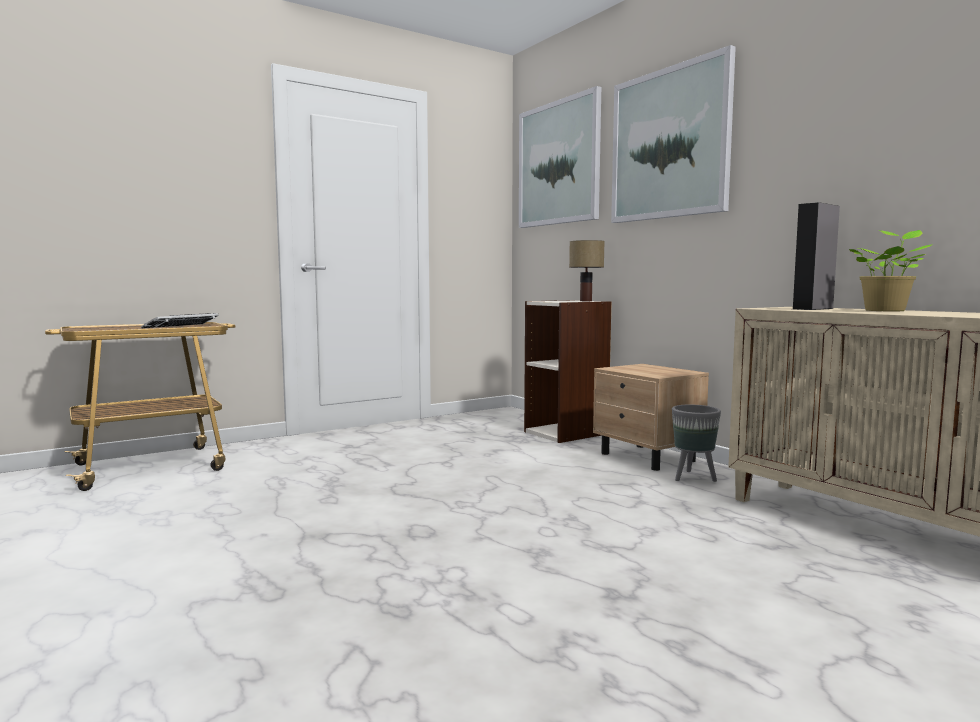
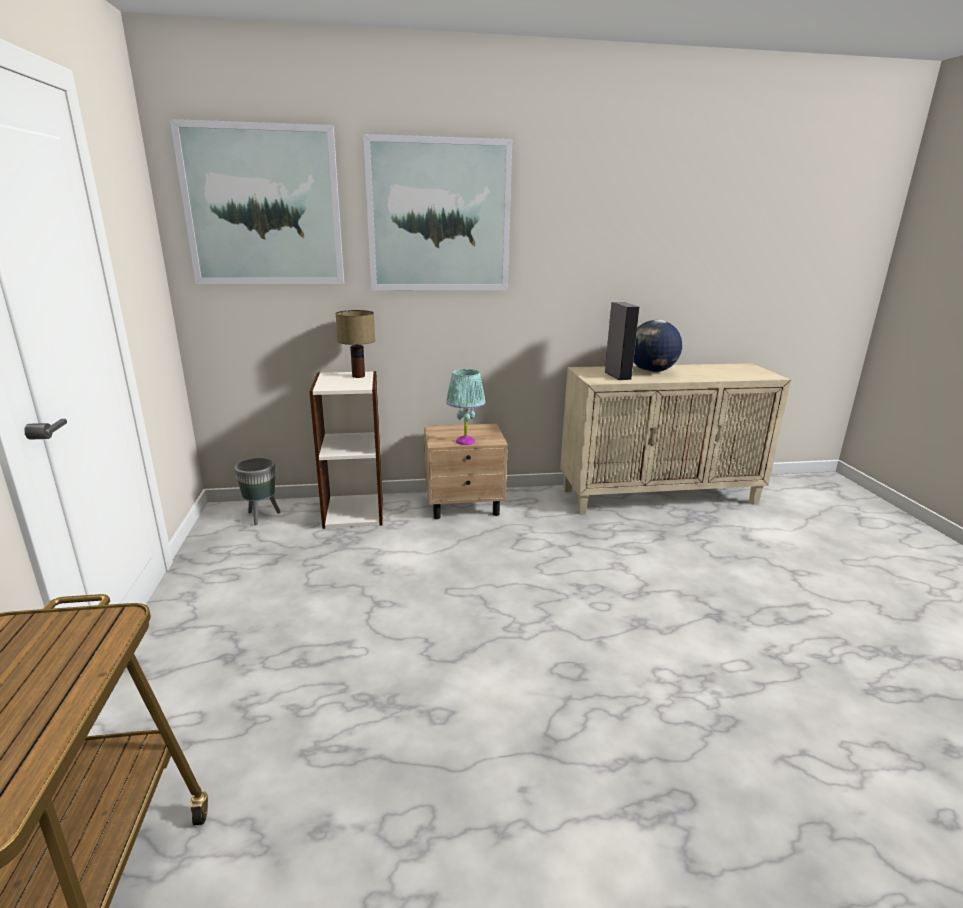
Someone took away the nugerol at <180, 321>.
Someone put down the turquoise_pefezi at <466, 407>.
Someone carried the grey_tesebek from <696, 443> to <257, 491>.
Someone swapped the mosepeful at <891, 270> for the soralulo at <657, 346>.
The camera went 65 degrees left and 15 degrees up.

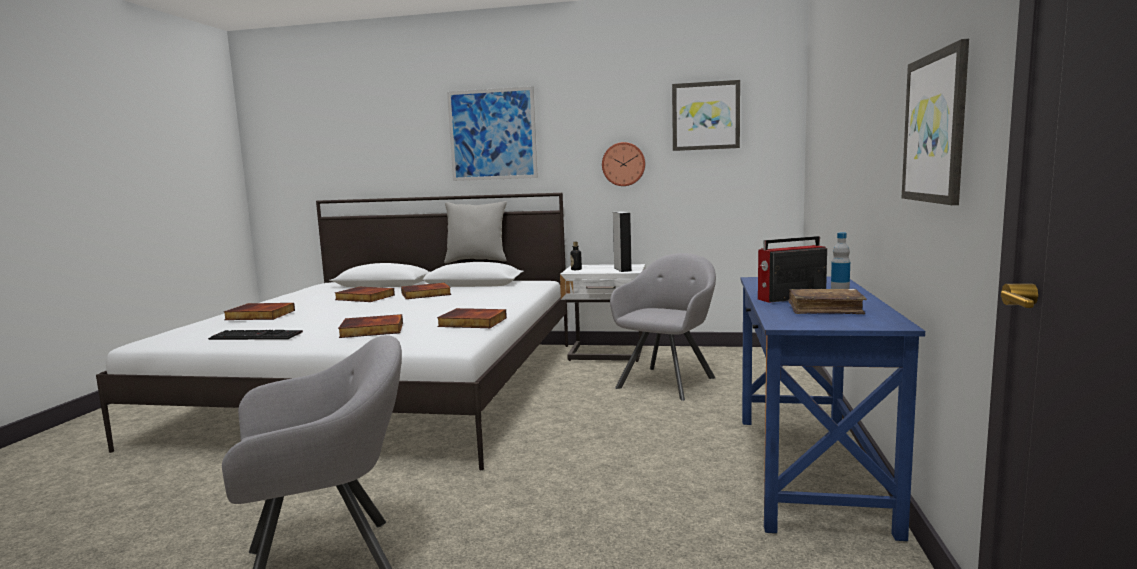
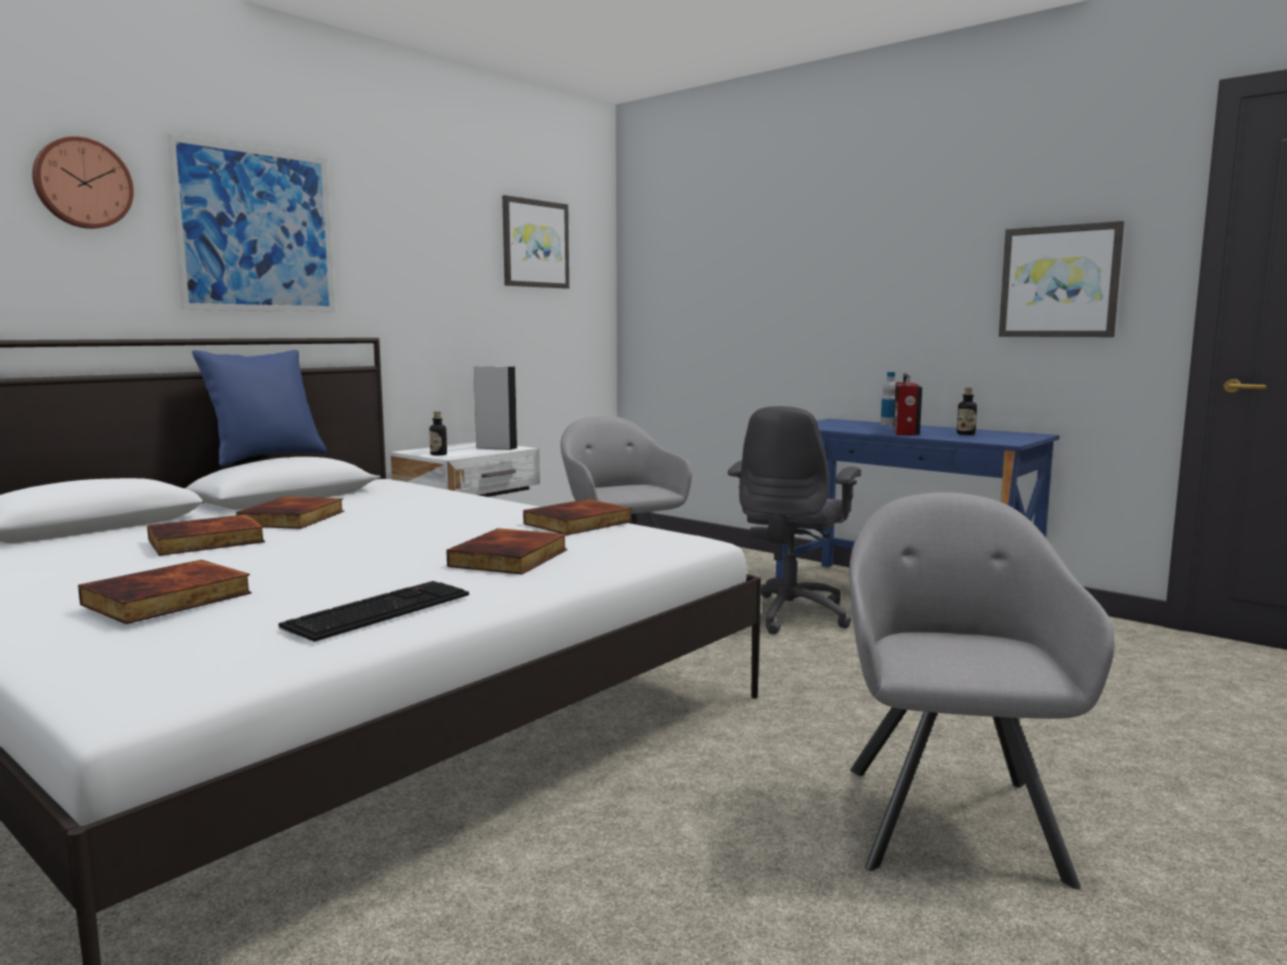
Someone put down the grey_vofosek at <794, 520>.
Someone carried the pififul from <623, 164> to <83, 182>.
Someone swapped the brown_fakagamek at <827, 301> for the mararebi at <967, 411>.
Someone repainted the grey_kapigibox at <475, 232>, which became the blue_kapigibox at <259, 408>.
The camera went 60 degrees left and 0 degrees up.

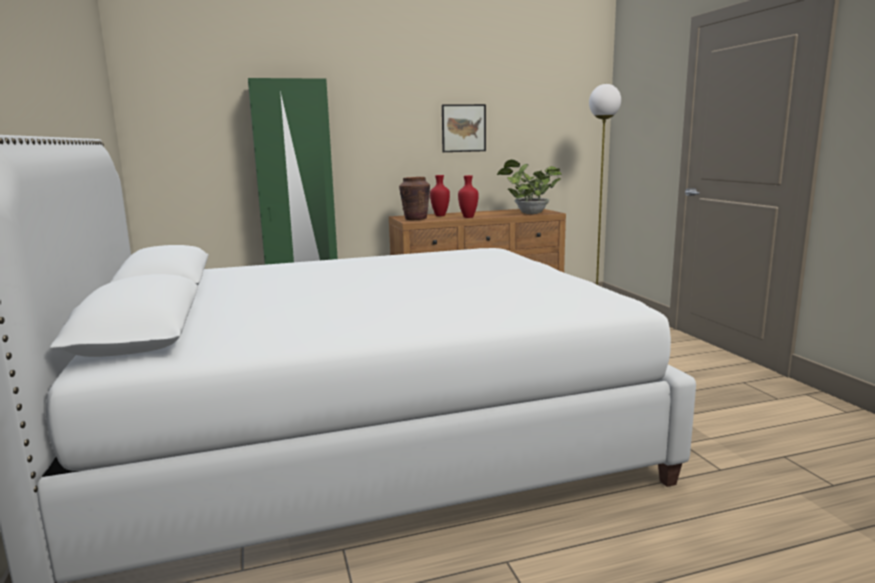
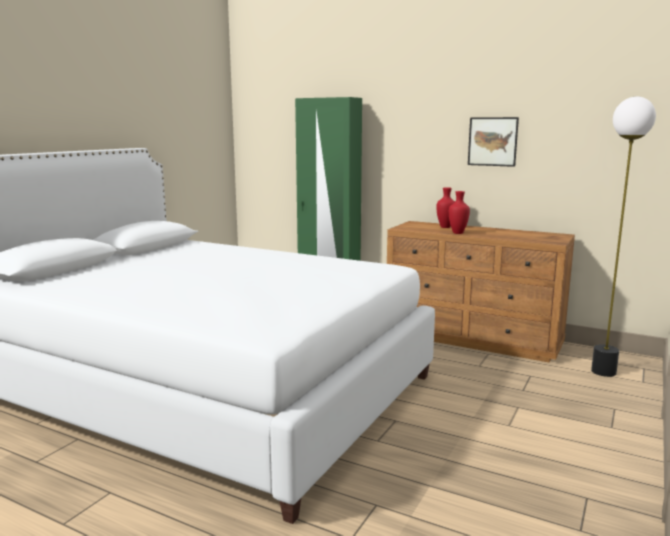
Someone took away the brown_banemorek at <414, 198>.
Someone took away the mosepeful at <529, 187>.
The camera went 45 degrees right and 0 degrees up.

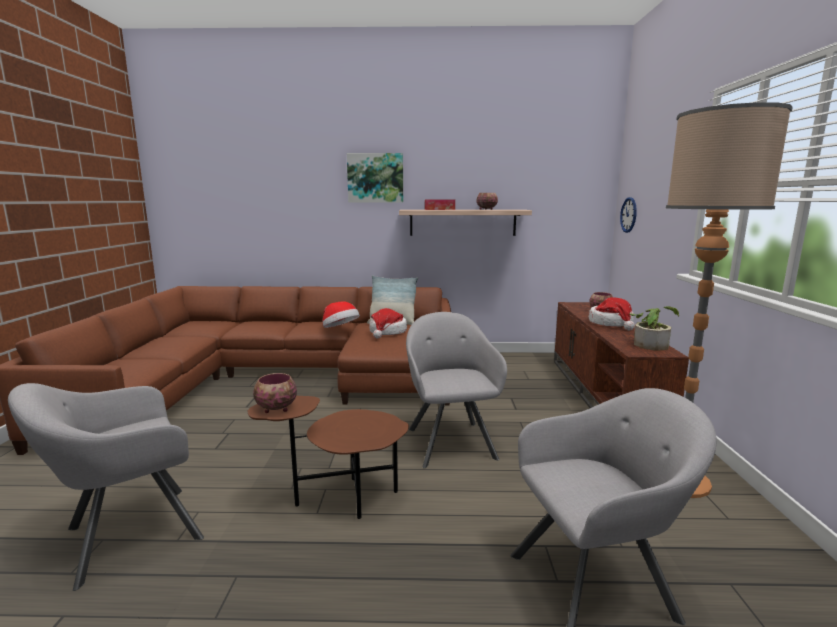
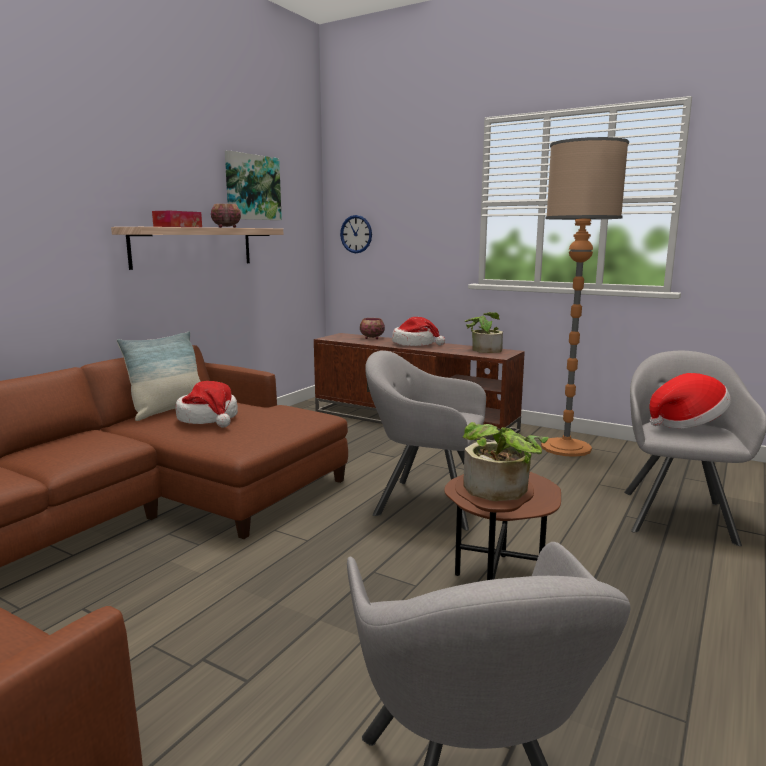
Someone carried the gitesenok from <341, 314> to <690, 401>.
Someone carried the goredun from <375, 178> to <253, 185>.
Someone swapped the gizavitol at <275, 393> for the mosepeful at <506, 461>.
The camera went 60 degrees left and 0 degrees up.

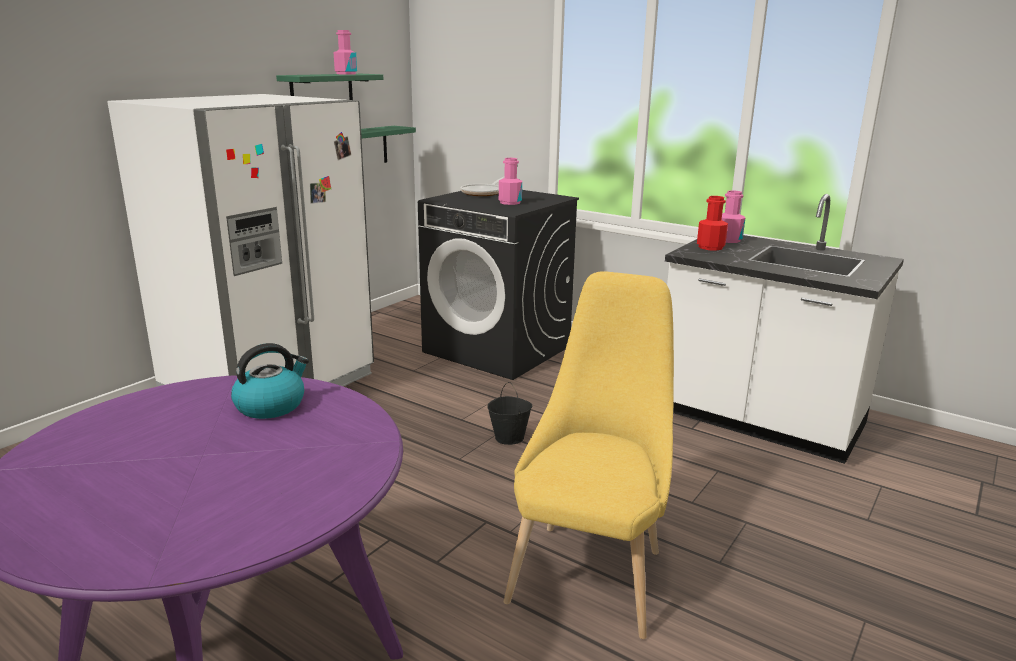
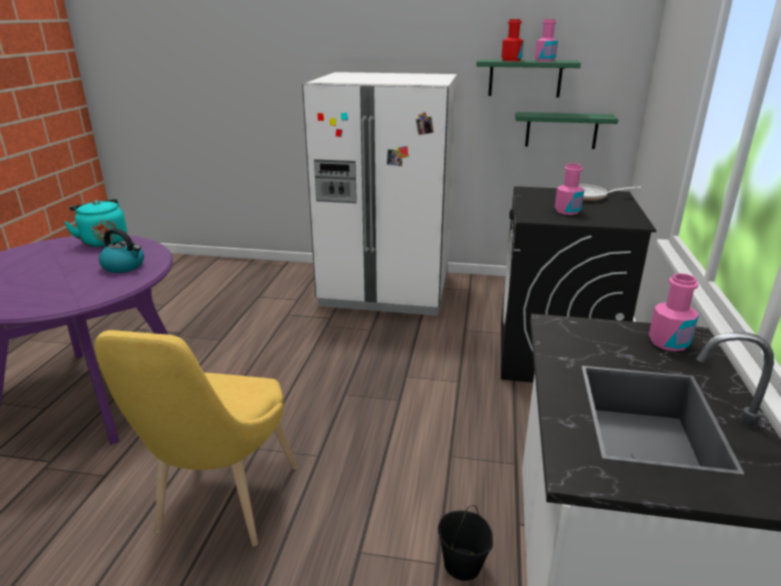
Someone put down the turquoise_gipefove at <95, 223>.
Someone carried the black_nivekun from <509, 413> to <465, 543>.
Someone carried the red_mararebi from <712, 223> to <512, 40>.
Someone rotated the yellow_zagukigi at <589, 455> by 105 degrees clockwise.
The camera went 65 degrees right and 5 degrees up.

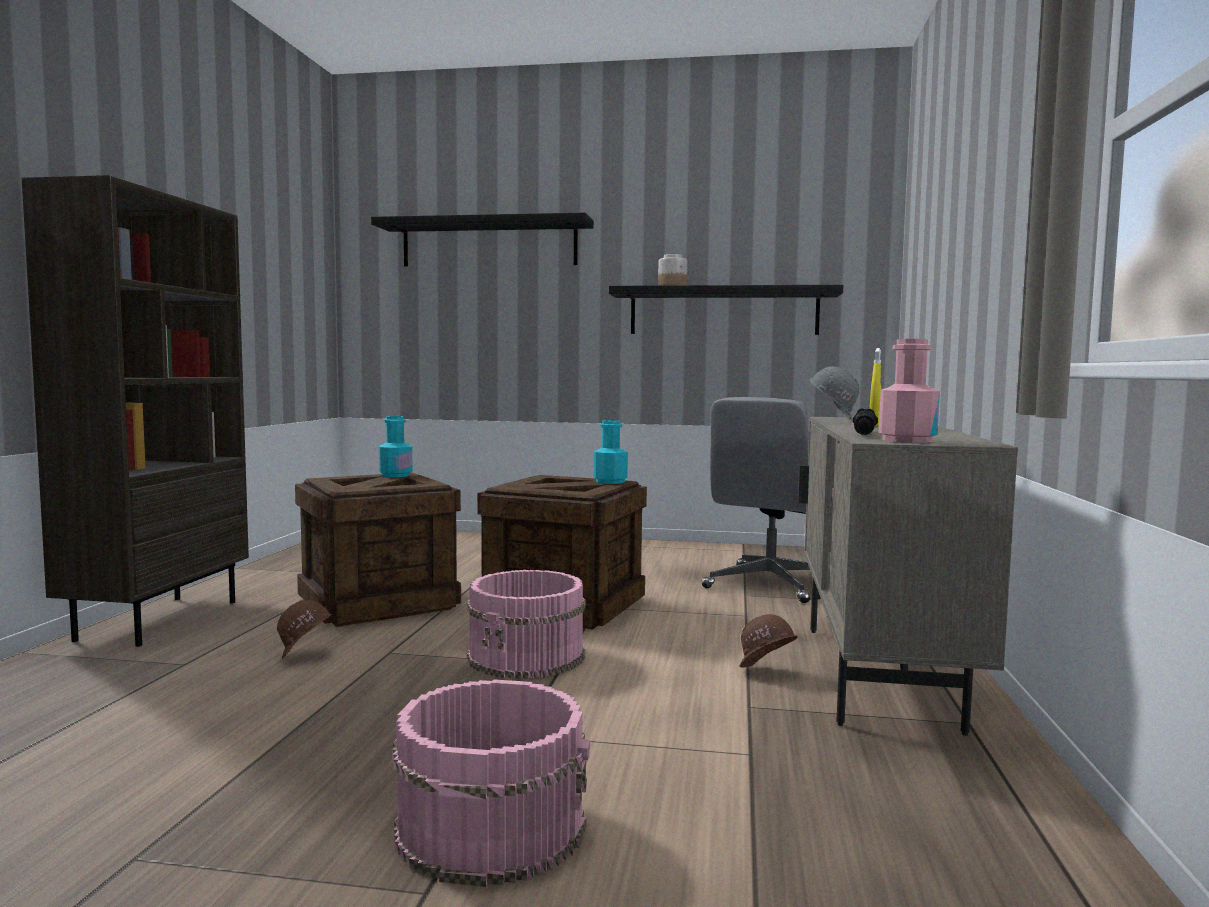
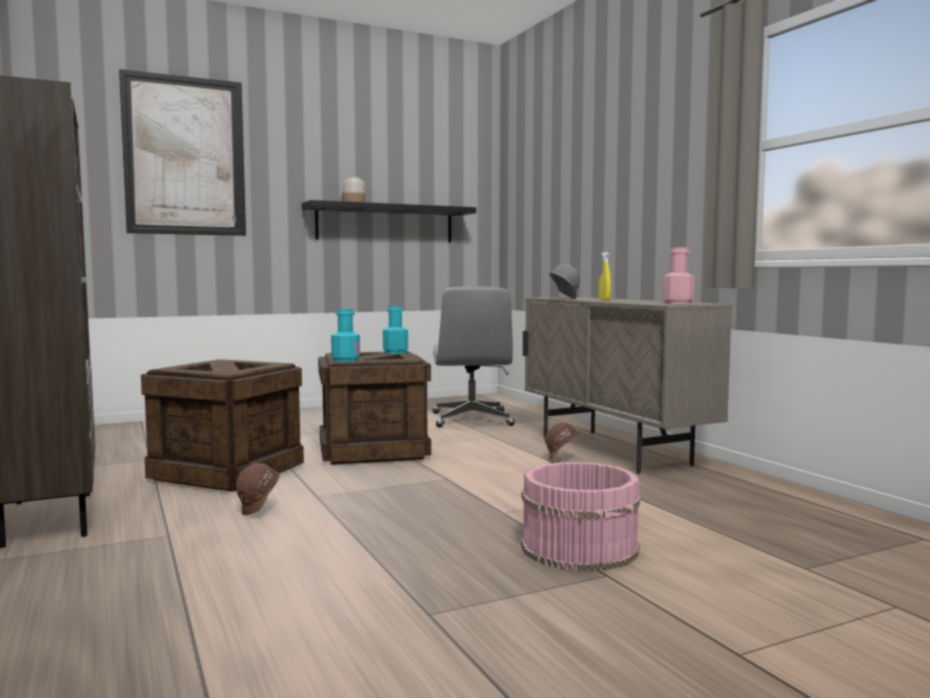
Someone took away the pink_nivekun at <526, 624>.
Someone took away the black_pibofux at <865, 421>.
Someone carried the turquoise_mararebi from <396, 446> to <345, 335>.
Someone swapped the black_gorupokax at <482, 240> for the goredun at <182, 152>.
The camera went 35 degrees left and 0 degrees up.

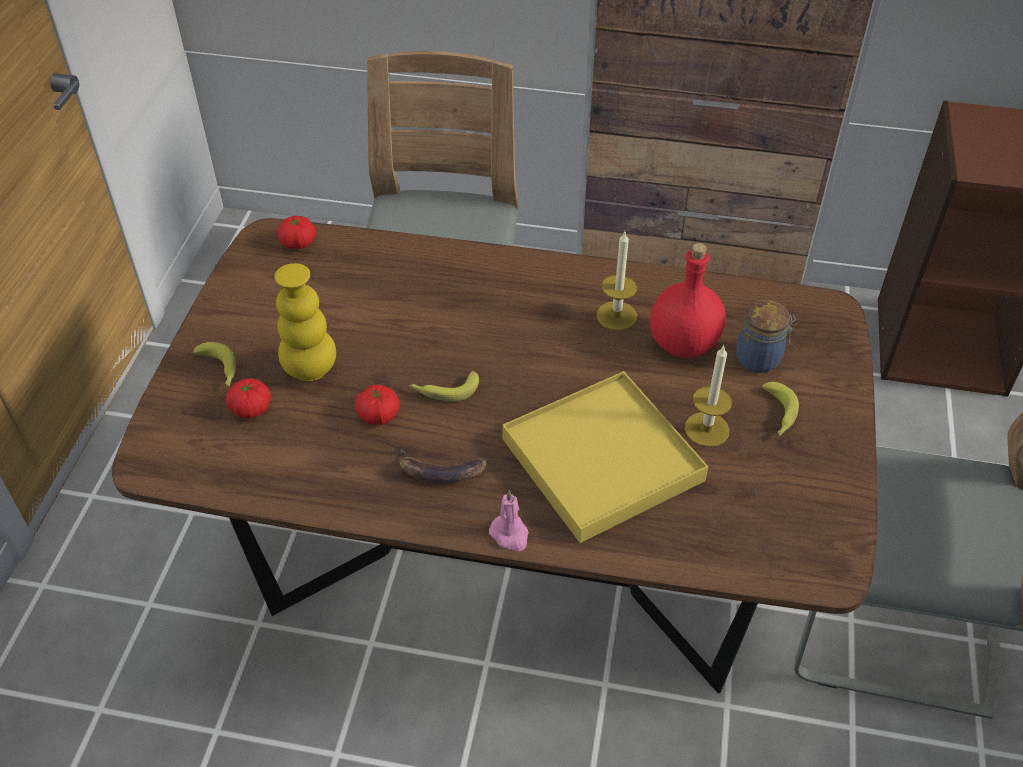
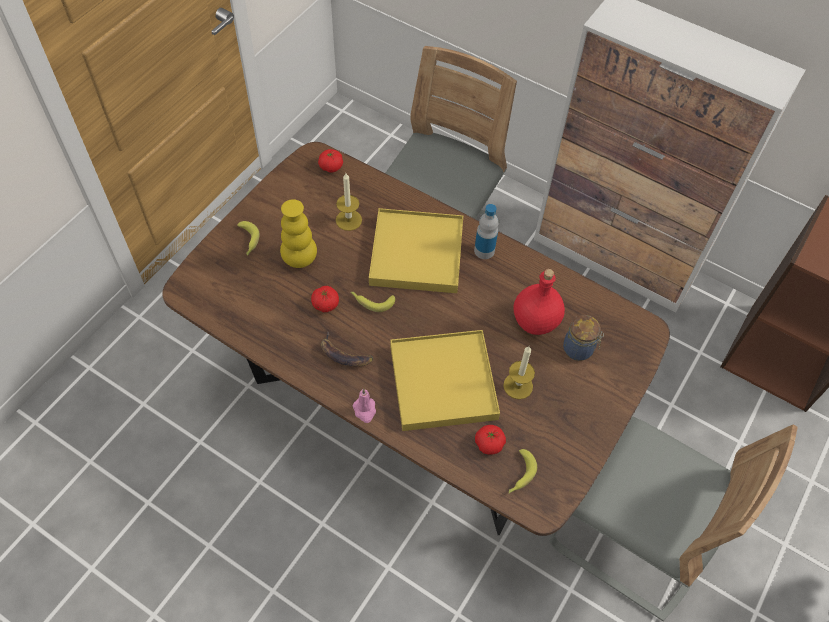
Someone put down the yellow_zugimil at <416, 250>.
Someone put down the mararebi at <486, 231>.
Someone carried the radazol from <249, 398> to <490, 440>.
Someone carried the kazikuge from <616, 281> to <349, 202>.
Someone carried the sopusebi from <780, 409> to <523, 471>.
The camera went 20 degrees right and 10 degrees up.

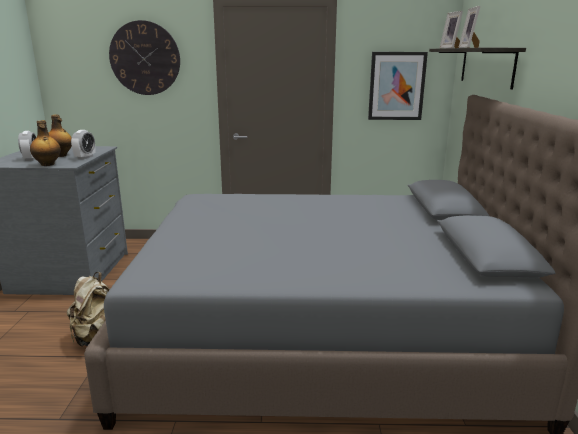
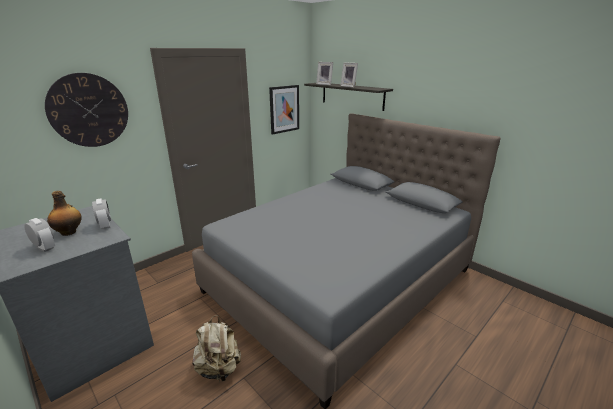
Someone took away the mararebi at <45, 143>.
The camera went 45 degrees left and 5 degrees up.

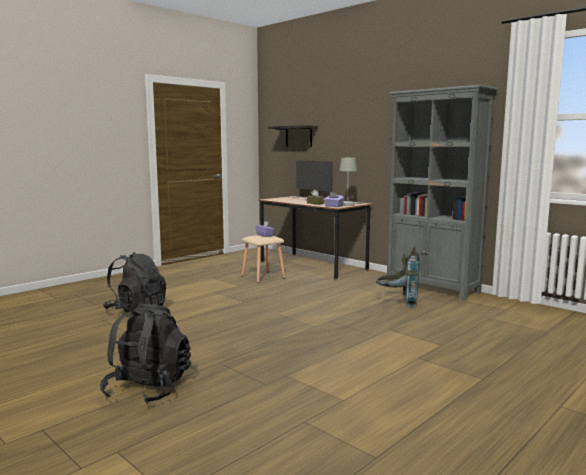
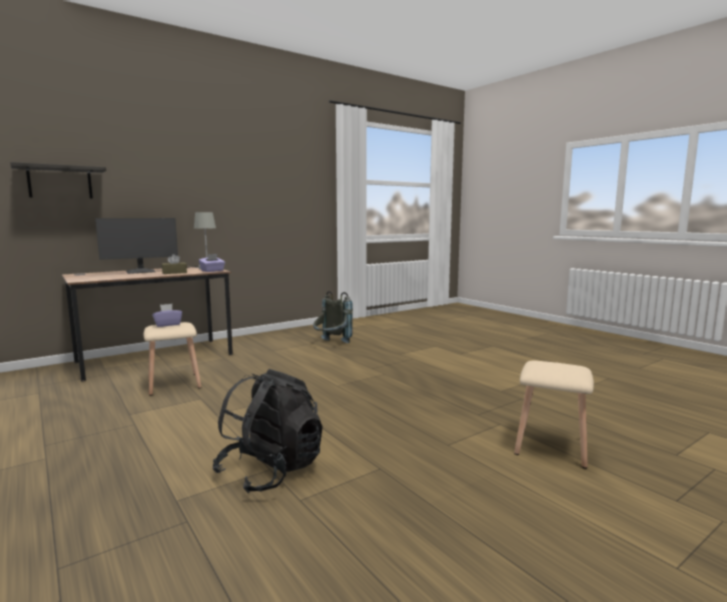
Someone took away the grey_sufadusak at <442, 192>.
Someone swapped the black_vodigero at <145, 354> for the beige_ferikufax at <554, 415>.
The camera went 80 degrees left and 0 degrees up.

